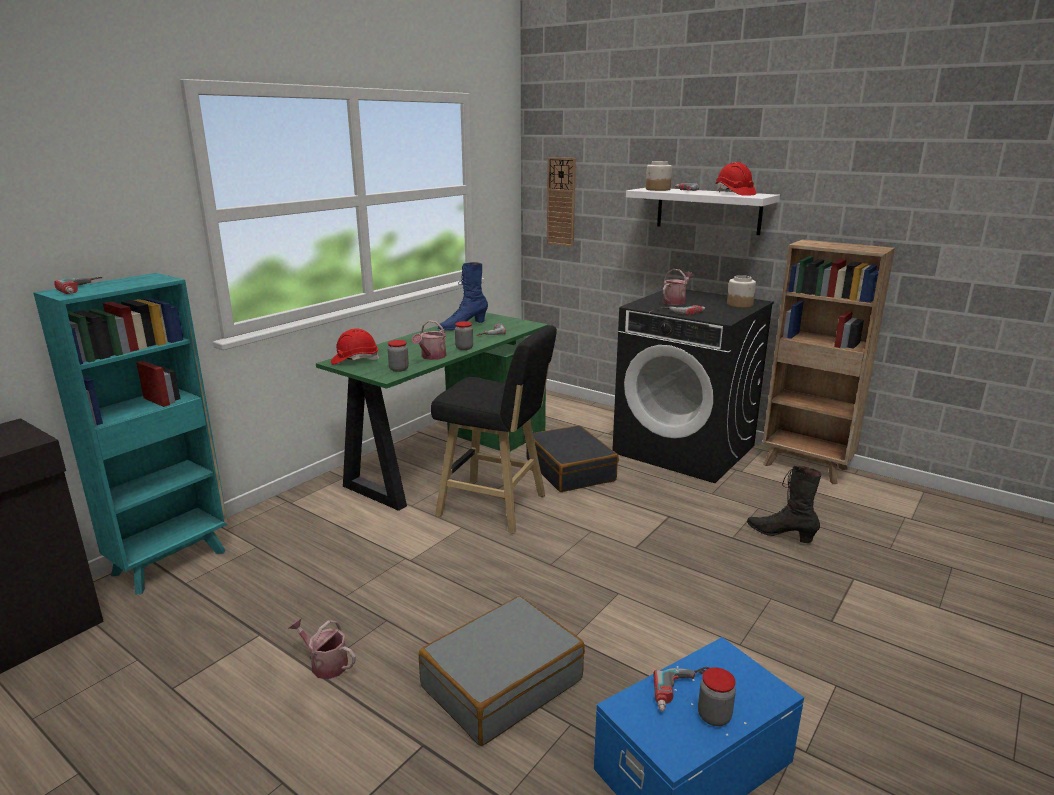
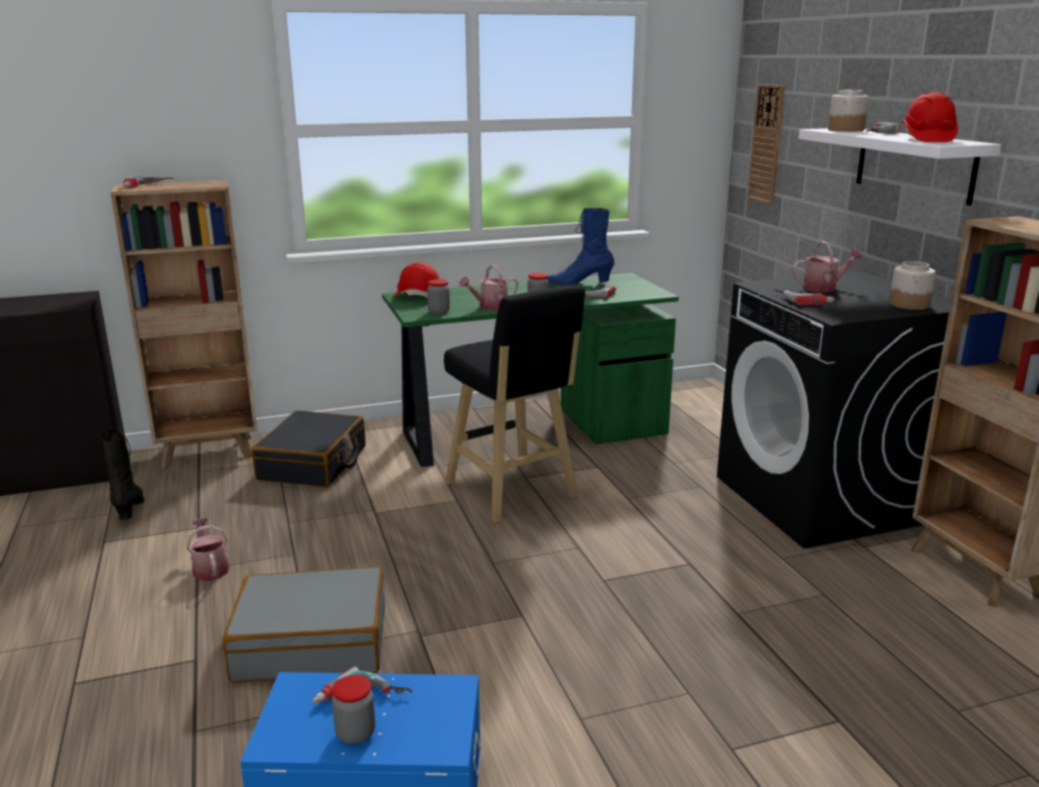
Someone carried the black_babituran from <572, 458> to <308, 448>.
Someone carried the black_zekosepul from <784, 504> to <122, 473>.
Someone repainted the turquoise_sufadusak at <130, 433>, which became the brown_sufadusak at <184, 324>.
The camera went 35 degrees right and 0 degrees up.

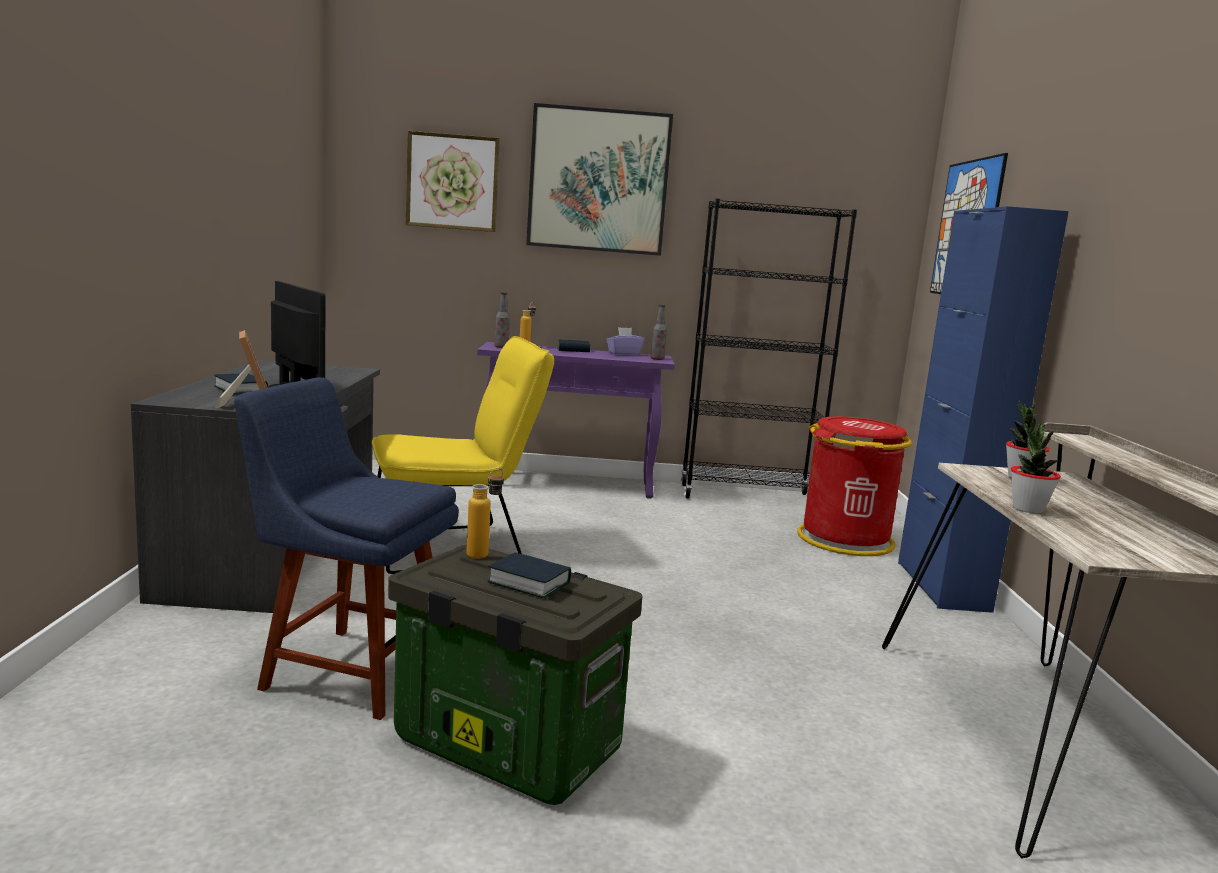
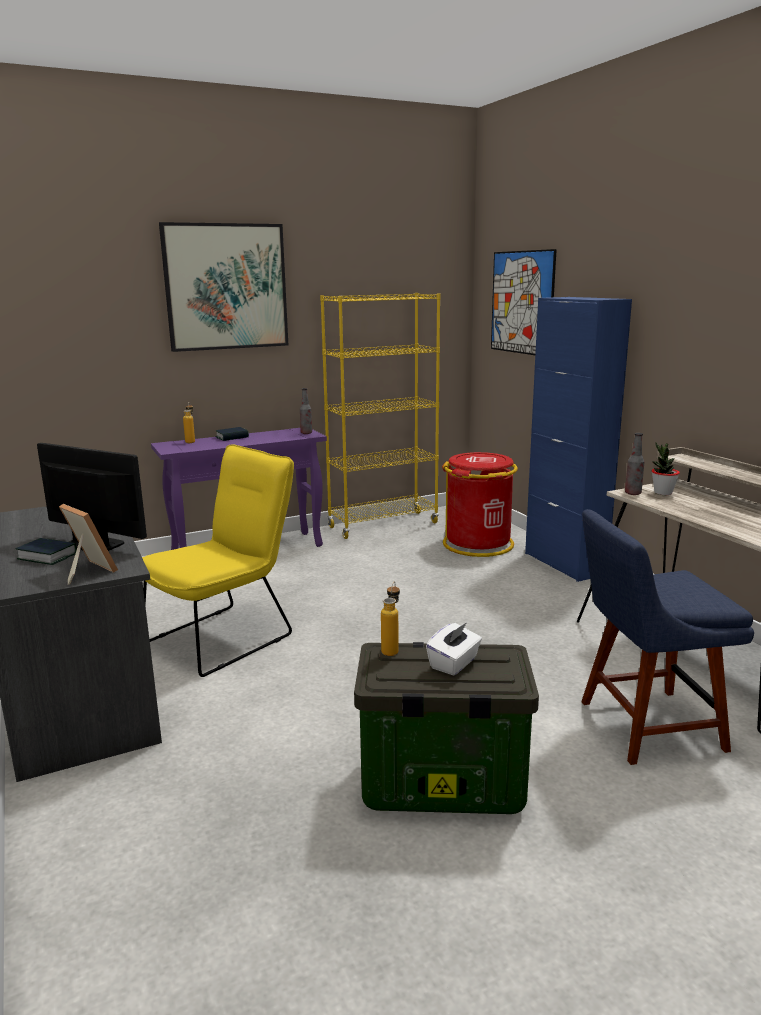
Someone took away the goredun at <453, 181>.
Someone took away the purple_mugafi at <625, 341>.
Someone took away the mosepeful at <1036, 468>.
Someone carried the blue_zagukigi from <346, 548> to <667, 637>.
Someone carried the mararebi from <502, 320> to <635, 464>.
Someone swapped the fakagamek at <529, 575> for the white_mugafi at <454, 649>.
Someone repainted the black_sufadusak at <769, 349>, which became the yellow_sufadusak at <380, 416>.
The camera went 25 degrees left and 5 degrees up.

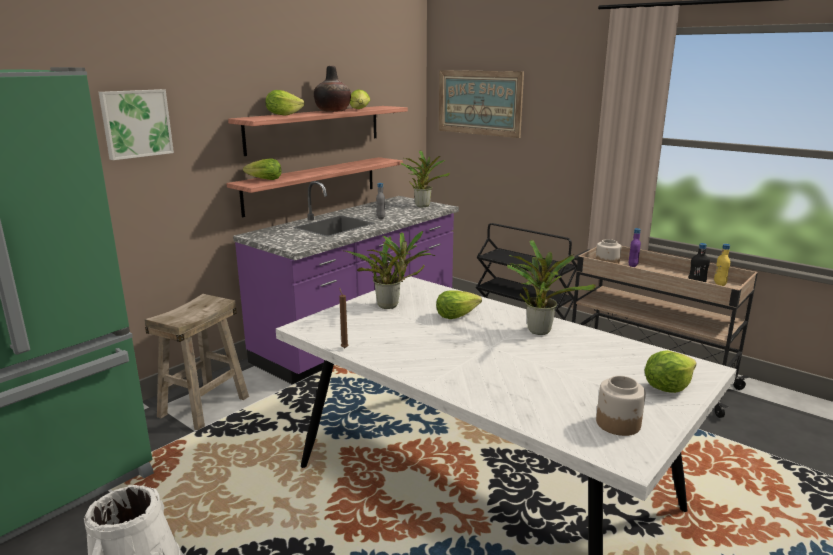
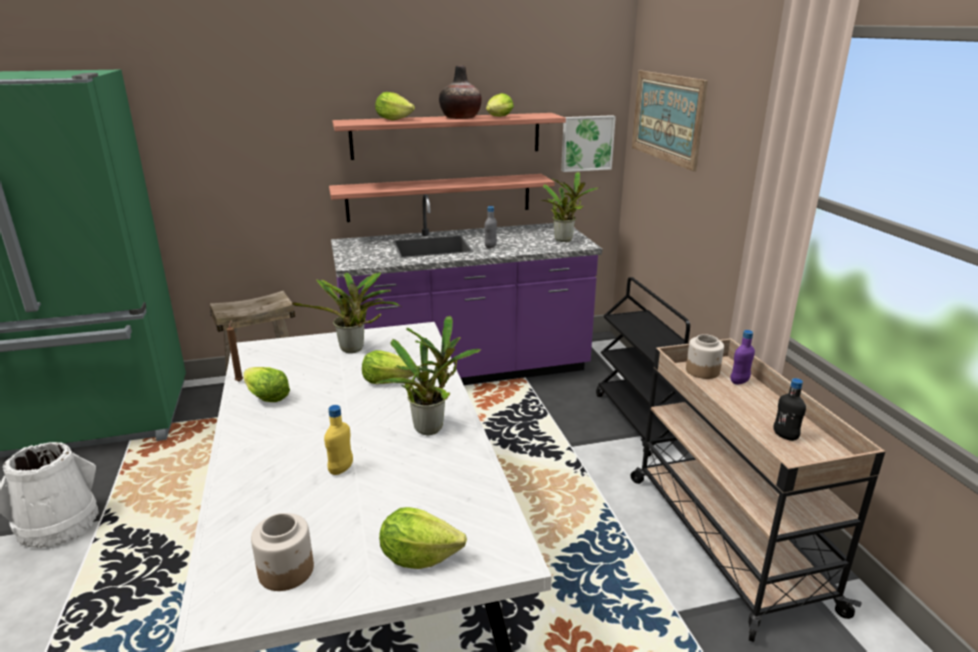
Someone carried the goredun from <136, 124> to <588, 143>.
Someone carried the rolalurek from <262, 169> to <266, 384>.
Someone carried the yellow_mararebi from <722, 265> to <338, 440>.
The camera went 35 degrees right and 5 degrees up.

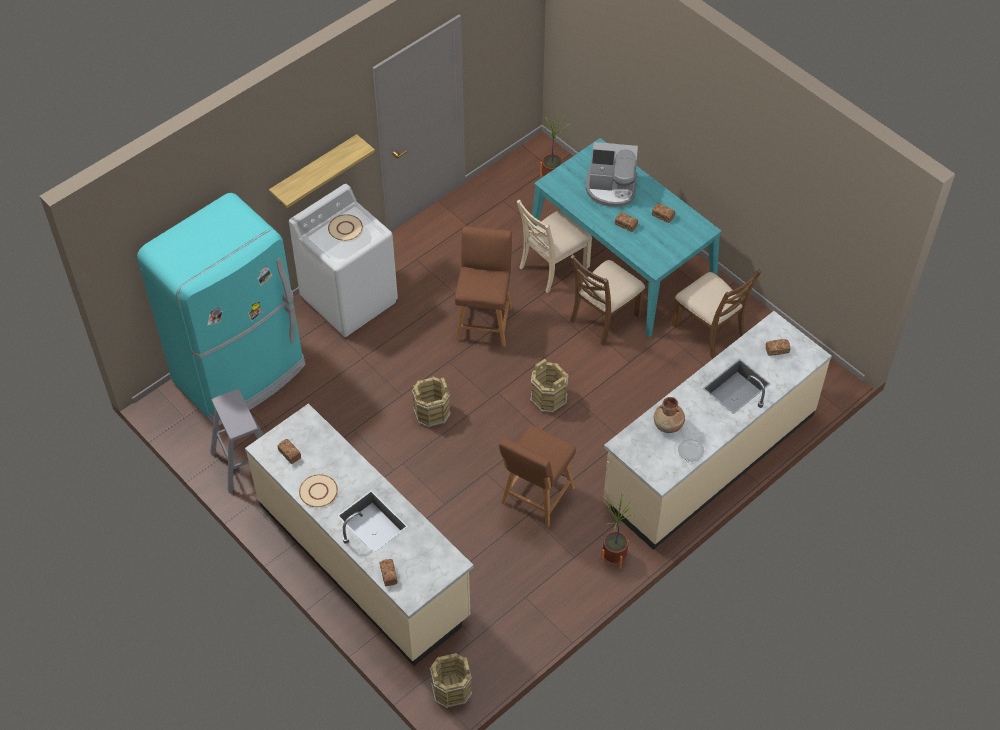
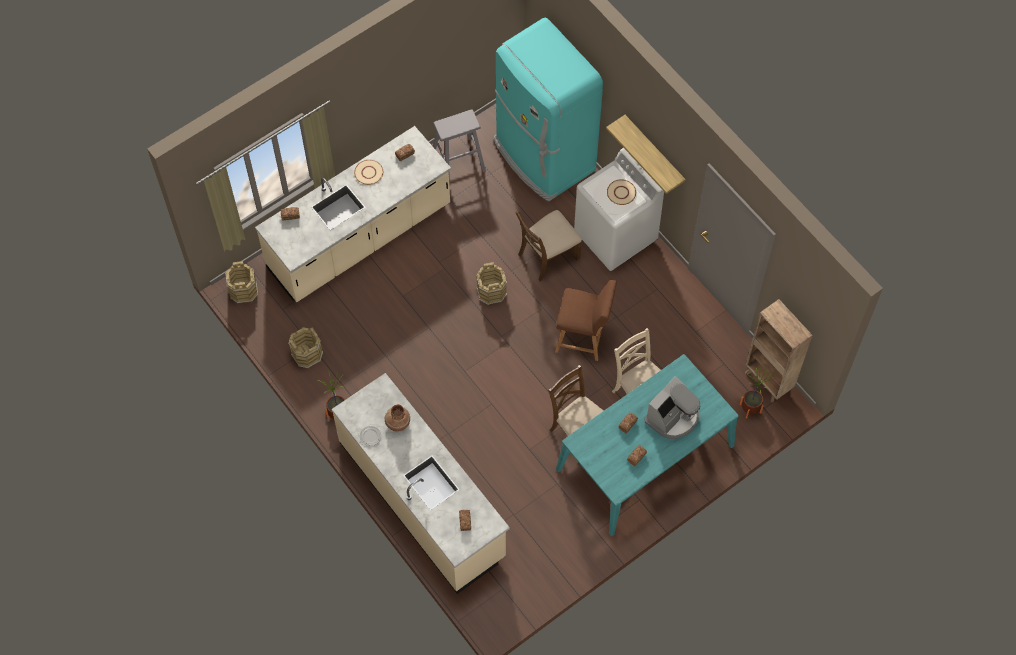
Someone took away the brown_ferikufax at <537, 476>.
Someone put down the brown_sufadusak at <779, 350>.
Someone carried the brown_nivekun from <549, 386> to <305, 347>.
Someone carried the brown_zagukigi from <716, 313> to <548, 246>.
Someone rotated the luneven at <612, 174> by 150 degrees counterclockwise.
The camera went 95 degrees right and 10 degrees up.

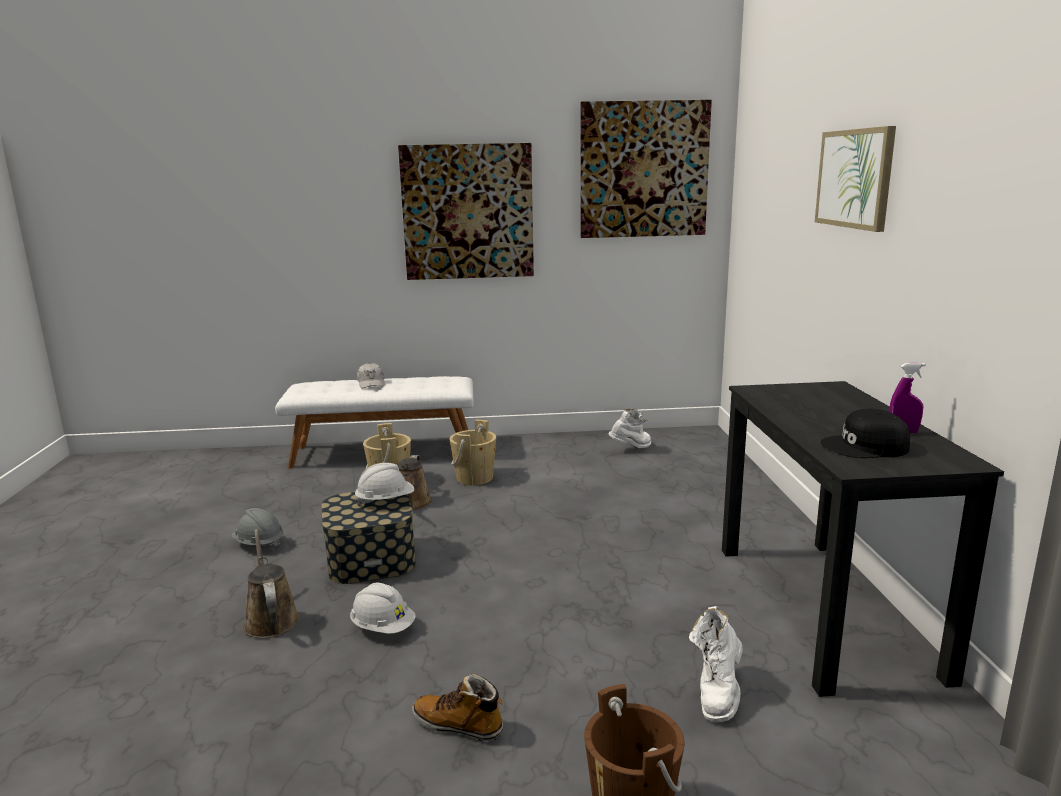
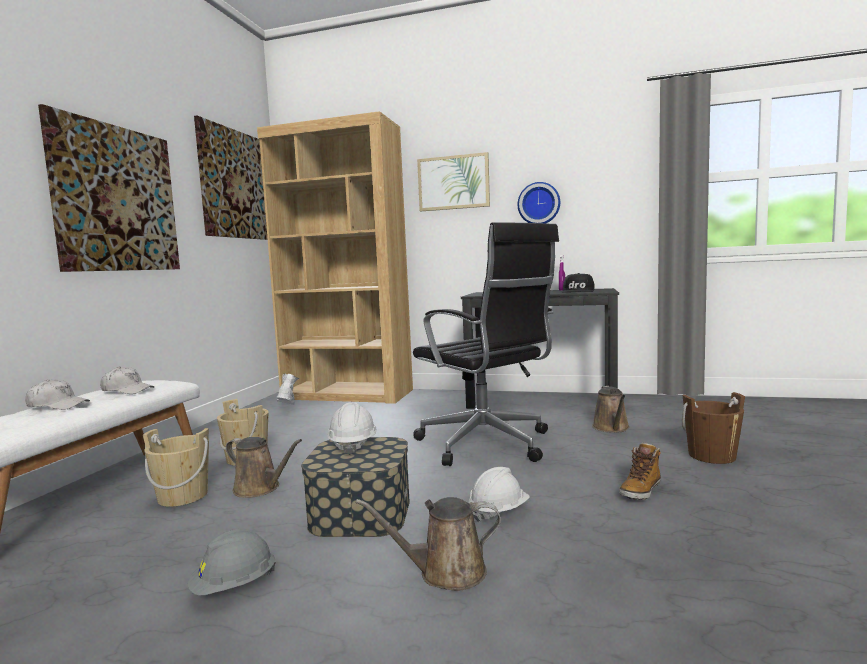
Someone put down the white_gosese at <127, 380>.
Someone put down the brown_sufadusak at <335, 257>.
Someone put down the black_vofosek at <486, 344>.
Someone put up the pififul at <539, 202>.
Someone swapped the white_zekosepul at <715, 664> for the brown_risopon at <611, 409>.
The camera went 70 degrees left and 10 degrees down.

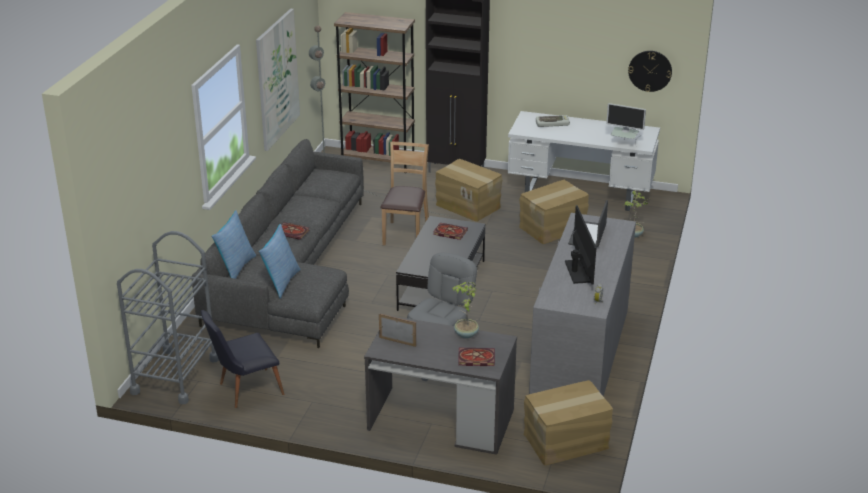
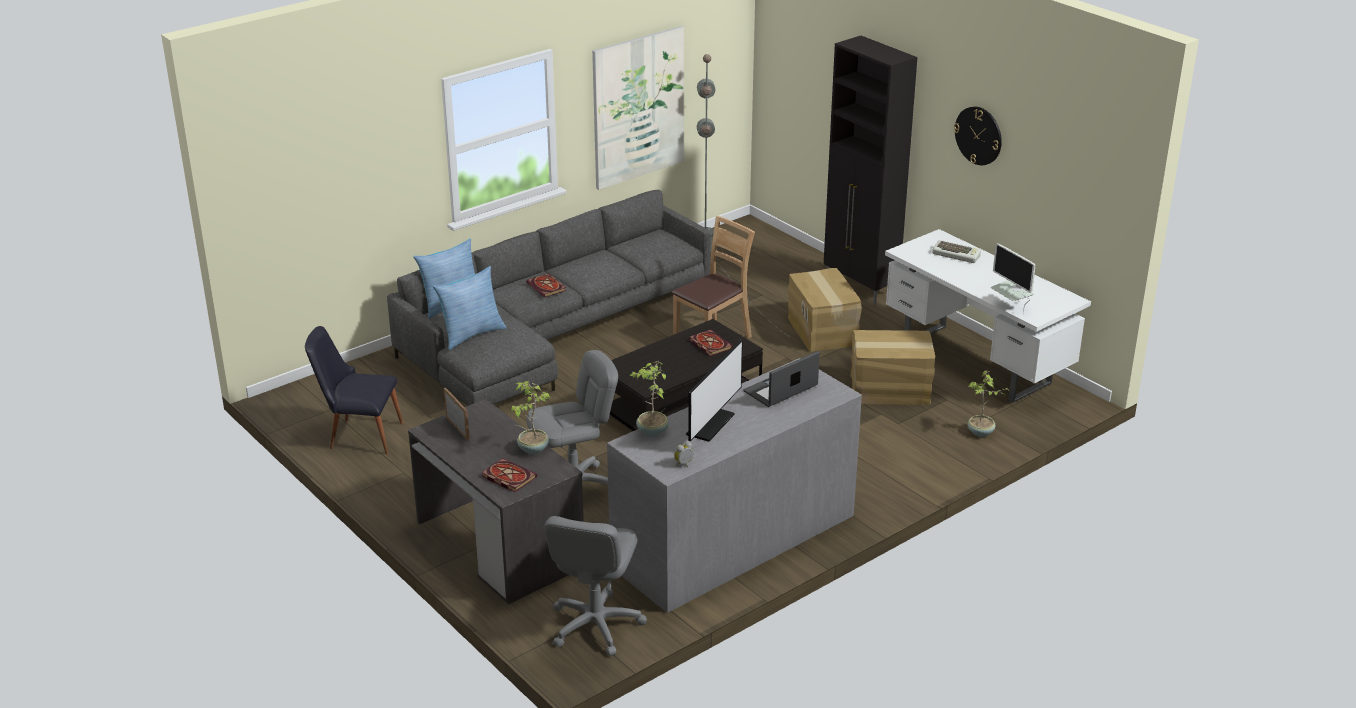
Someone took away the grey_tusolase at <168, 317>.
Someone took away the brown_sufadusak at <374, 92>.
Someone put down the mosepeful at <649, 399>.
Someone carried the pififul from <650, 71> to <978, 135>.
Someone swapped the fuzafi at <568, 422> for the grey_vofosek at <595, 586>.
The camera went 35 degrees right and 0 degrees up.

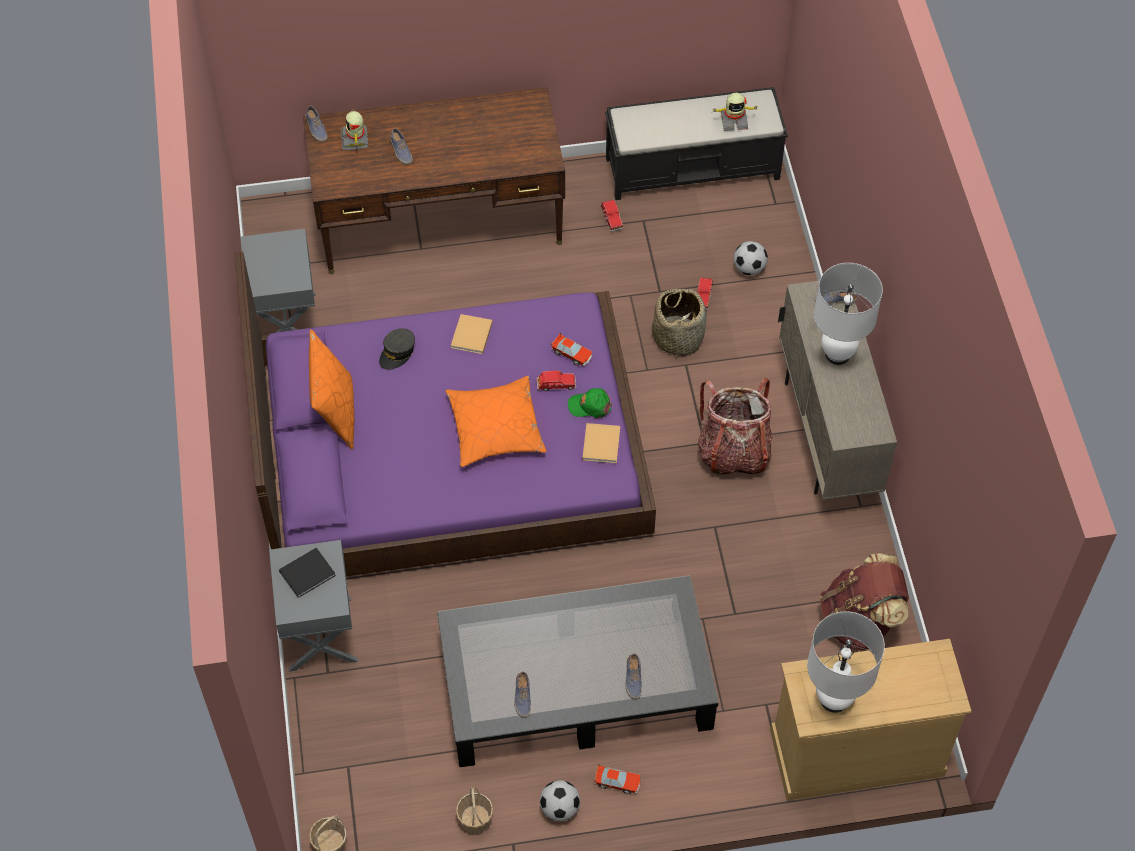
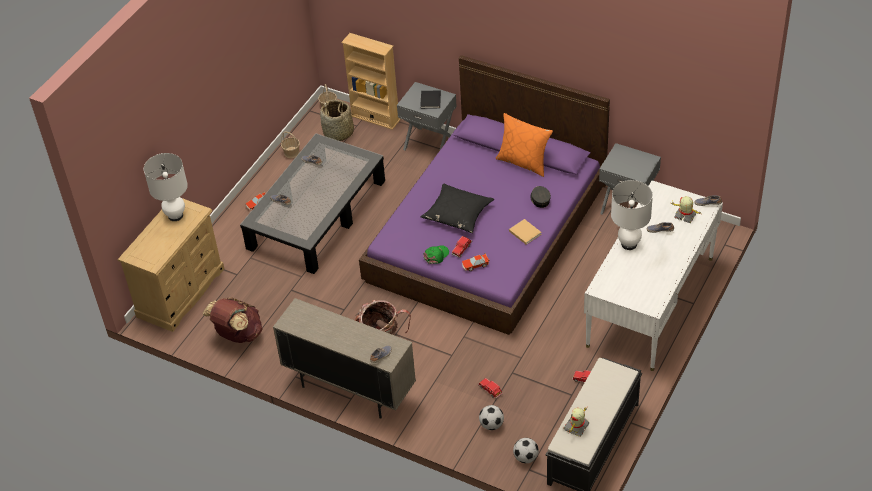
Someone took away the beige_fakagamek at <601, 443>.
Someone put down the beige_sufadusak at <370, 81>.
Someone carried the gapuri from <560, 800> to <526, 450>.
Someone carried the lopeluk from <679, 322> to <337, 120>.
Someone carried the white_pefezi from <848, 314> to <632, 215>.
Someone repainted the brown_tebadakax at <434, 180>, which became the white_tebadakax at <653, 276>.
Someone repainted the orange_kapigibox at <495, 421>, which became the black_kapigibox at <457, 208>.
The camera went 130 degrees right and 10 degrees down.

